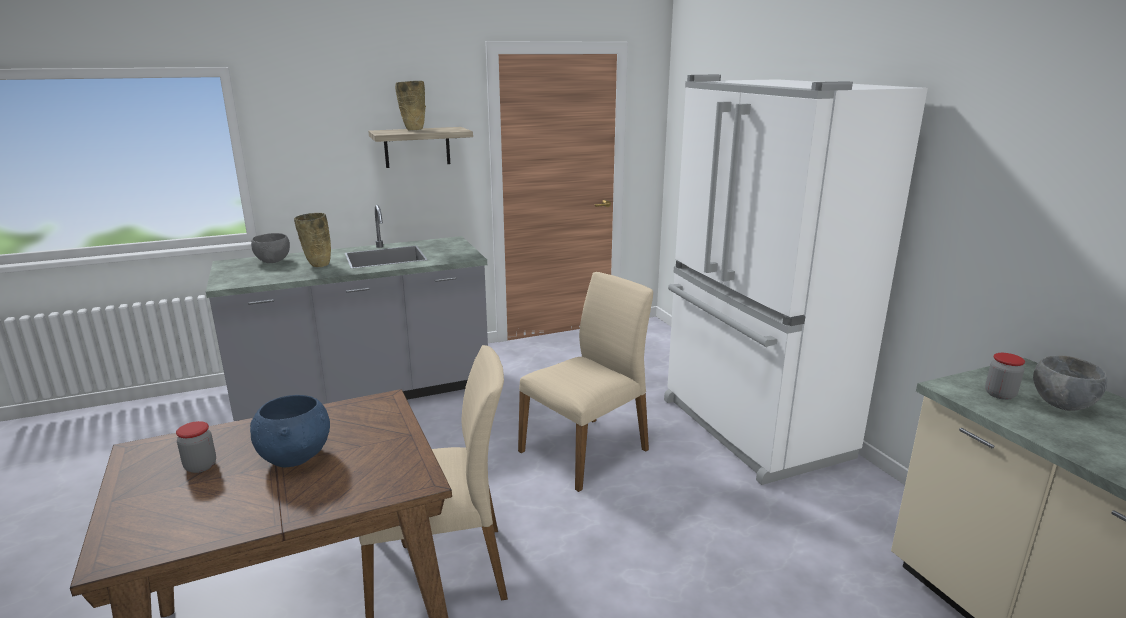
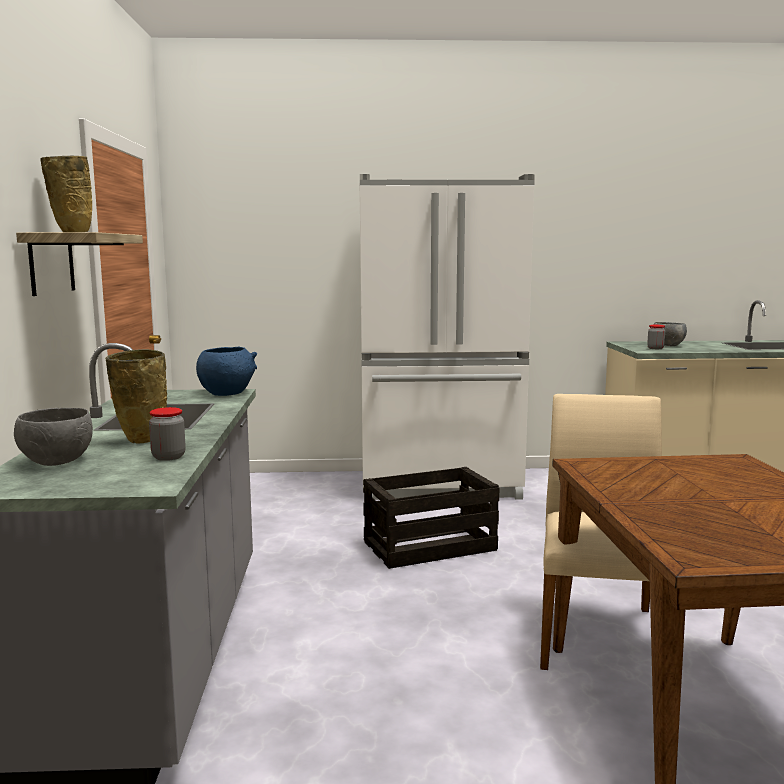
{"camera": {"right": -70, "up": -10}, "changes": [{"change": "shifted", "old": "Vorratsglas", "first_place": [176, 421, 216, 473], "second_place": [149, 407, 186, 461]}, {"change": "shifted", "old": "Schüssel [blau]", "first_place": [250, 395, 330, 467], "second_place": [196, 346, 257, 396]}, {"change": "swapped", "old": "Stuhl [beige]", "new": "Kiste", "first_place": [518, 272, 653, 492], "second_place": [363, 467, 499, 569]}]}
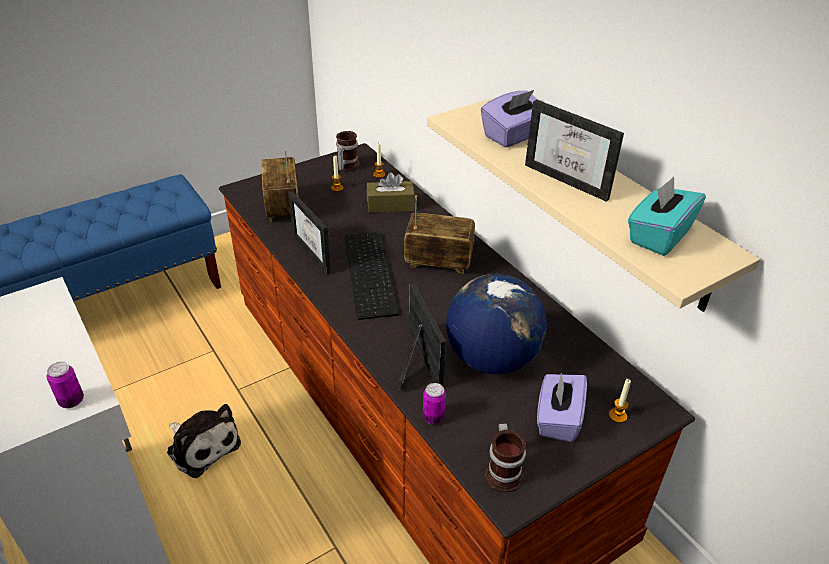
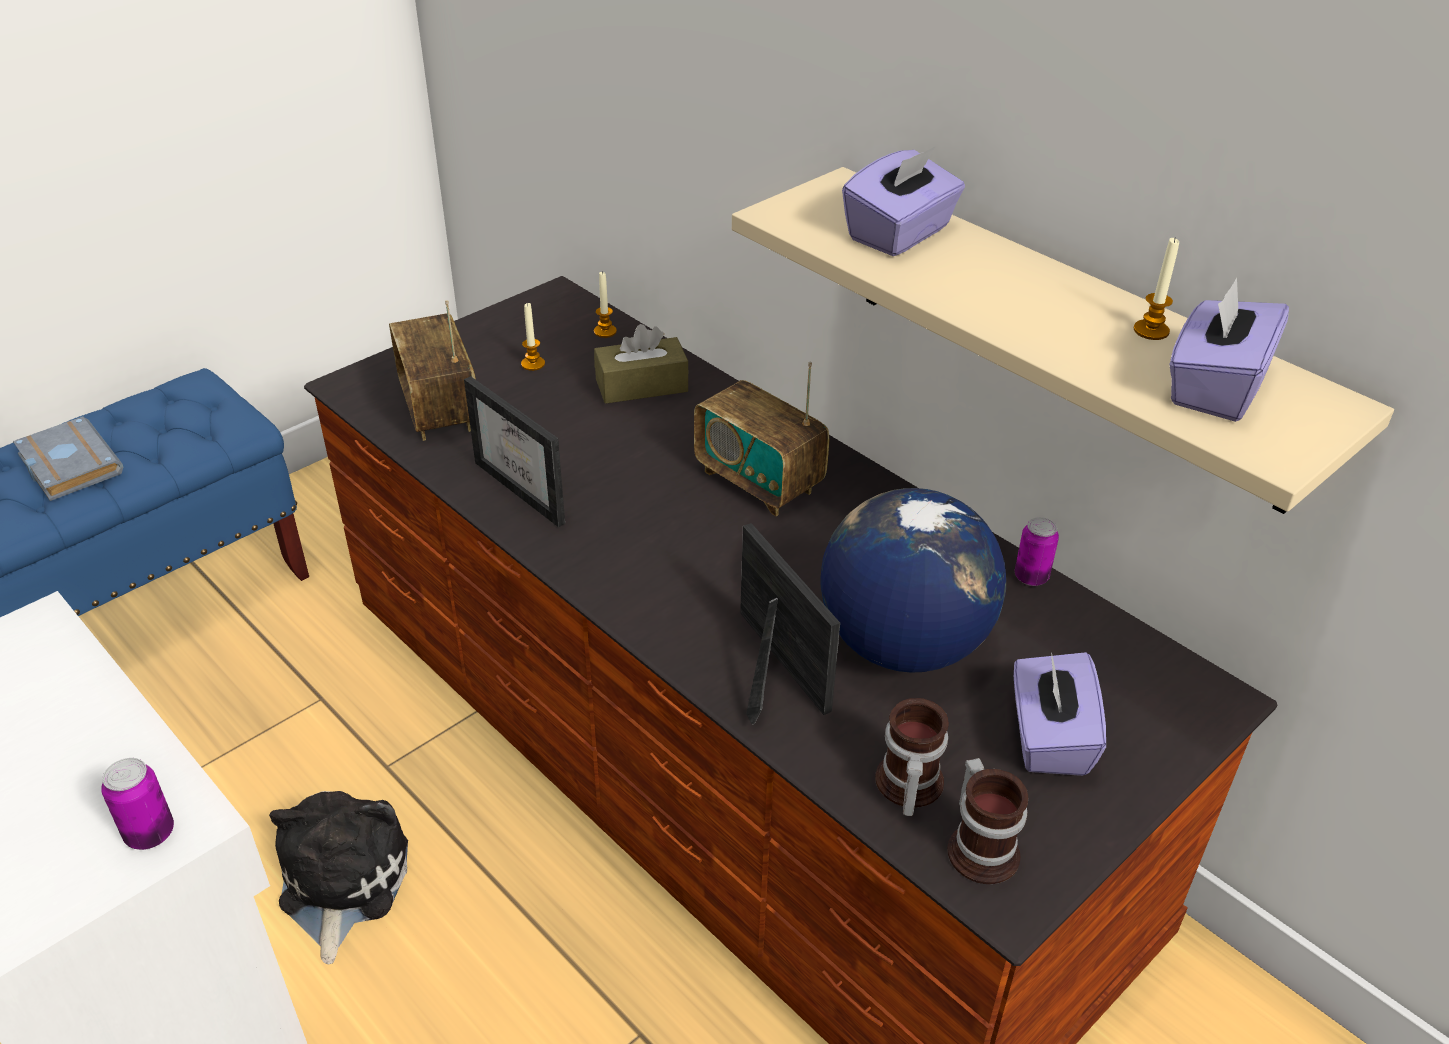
{"camera": {"right": -10, "up": 0}, "changes": [{"change": "new", "new": "Buch [grau]", "second_place": [13, 416, 123, 501]}, {"change": "rotated", "old": "Plüschtier", "first_place": [167, 404, 241, 478], "second_place": [269, 791, 408, 965], "degrees": -120}, {"change": "rotated", "old": "Radio", "first_place": [404, 195, 475, 274], "second_place": [694, 362, 829, 516], "degrees": -135}, {"change": "shifted", "old": "Henkelbecher", "first_place": [336, 131, 360, 171], "second_place": [875, 698, 949, 816]}, {"change": "shifted", "old": "Dose", "first_place": [423, 383, 446, 424], "second_place": [1015, 517, 1059, 586]}, {"change": "shifted", "old": "Kerze", "first_place": [609, 379, 631, 423], "second_place": [1134, 237, 1179, 340]}, {"change": "repainted", "old": "Taschentuchbox [türkis]", "new": "Taschentuchbox [lila]", "first_place": [628, 176, 706, 256], "second_place": [1169, 278, 1289, 422]}, {"change": "gone", "old": "Tastatur", "first_place": [345, 231, 399, 320]}, {"change": "gone", "old": "Bilderrahmen", "first_place": [525, 100, 624, 202]}]}
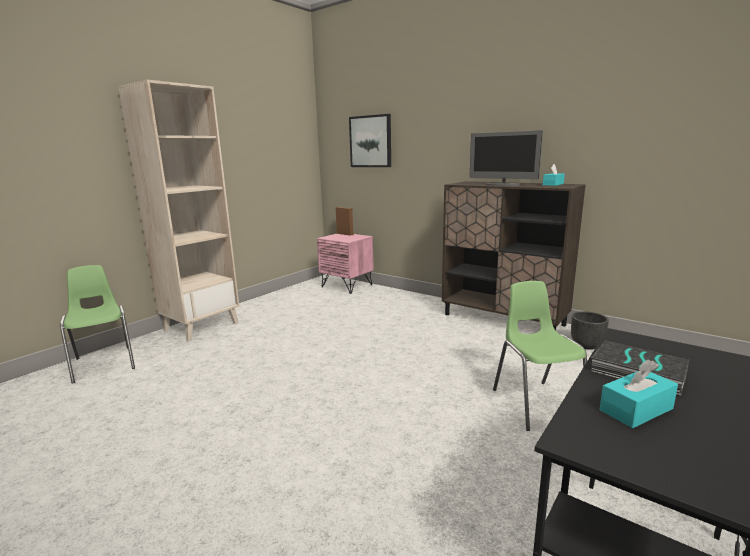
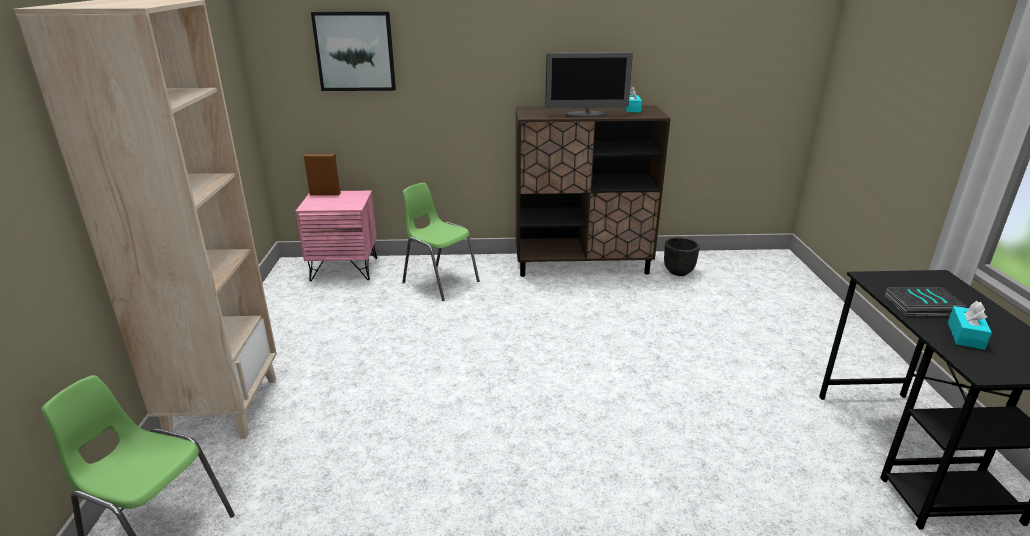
{"camera": {"right": -40, "up": 10}, "changes": [{"change": "shifted", "old": "Stuhl [grün]", "first_place": [493, 281, 587, 431], "second_place": [402, 183, 480, 301]}]}
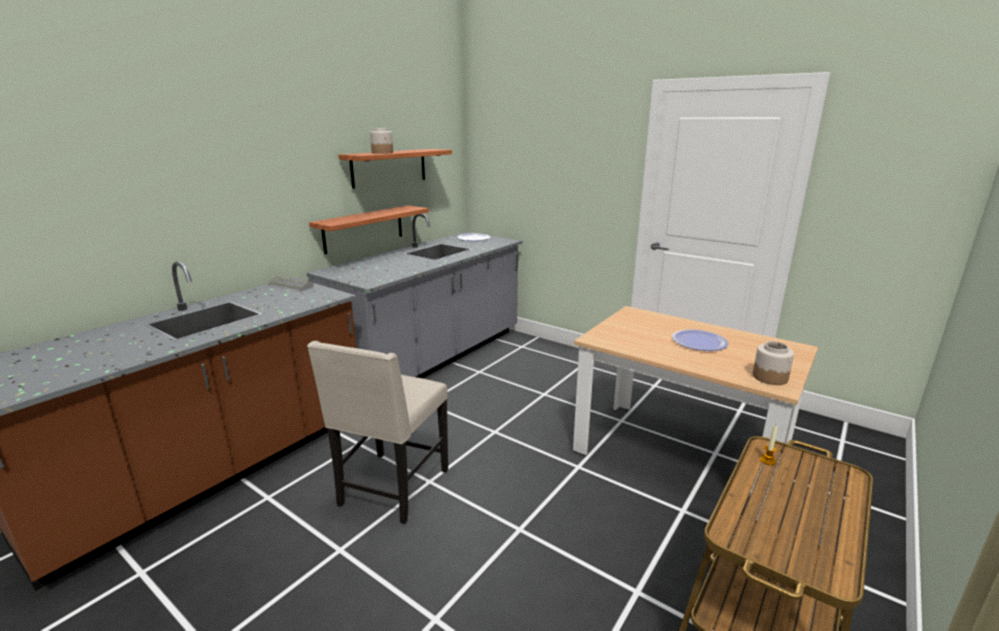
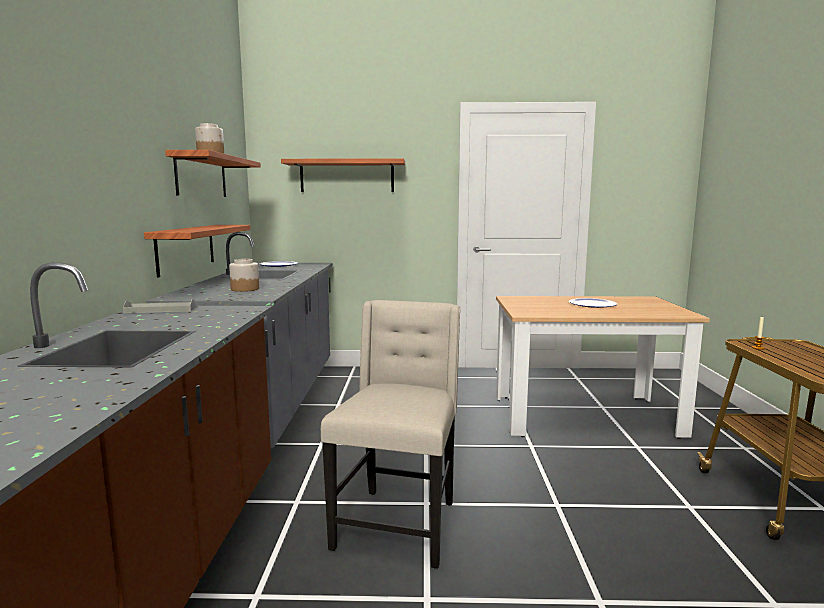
{"camera": {"right": -35, "up": -10}, "changes": [{"change": "shifted", "old": "Vorratsglas", "first_place": [753, 341, 794, 385], "second_place": [229, 259, 259, 292]}, {"change": "new", "new": "Wandregal", "second_place": [281, 158, 405, 192]}, {"change": "rotated", "old": "Stuhl [beige]", "first_place": [307, 341, 448, 524], "second_place": [321, 300, 461, 569], "degrees": -150}]}
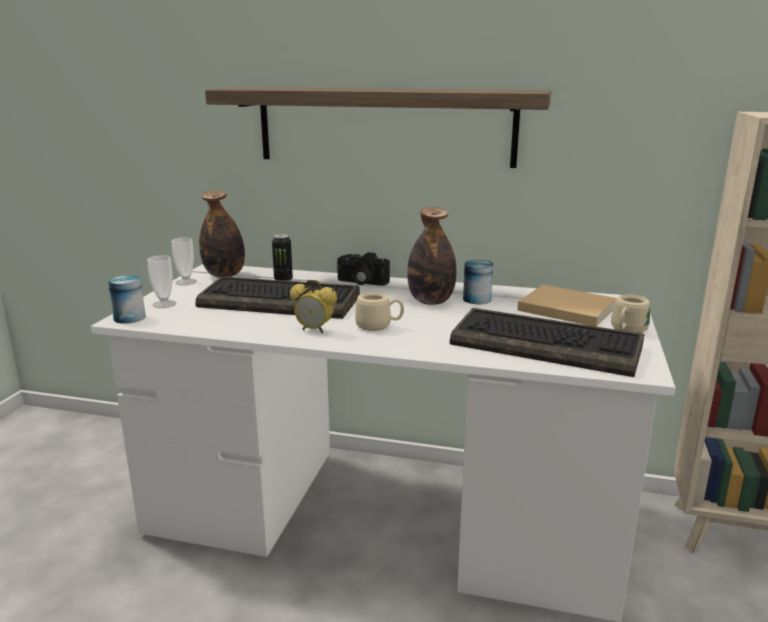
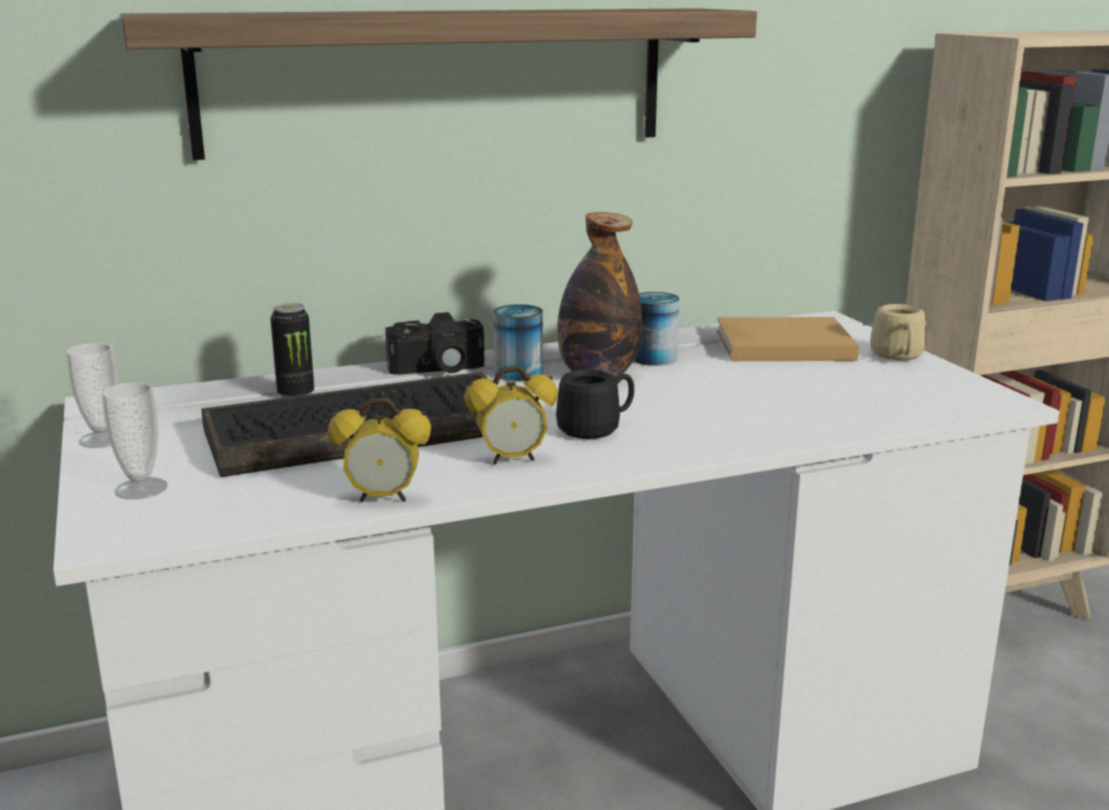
{"camera": {"right": -35, "up": 0}, "changes": [{"change": "new", "new": "Wecker", "second_place": [328, 398, 431, 502]}, {"change": "shifted", "old": "Dose", "first_place": [108, 275, 146, 324], "second_place": [493, 304, 543, 382]}, {"change": "repainted", "old": "Henkelbecher [beige]", "new": "Henkelbecher [schwarz]", "first_place": [355, 292, 404, 331], "second_place": [556, 369, 634, 439]}, {"change": "gone", "old": "Flasche", "first_place": [199, 190, 245, 278]}, {"change": "gone", "old": "Tastatur", "first_place": [450, 308, 644, 377]}]}
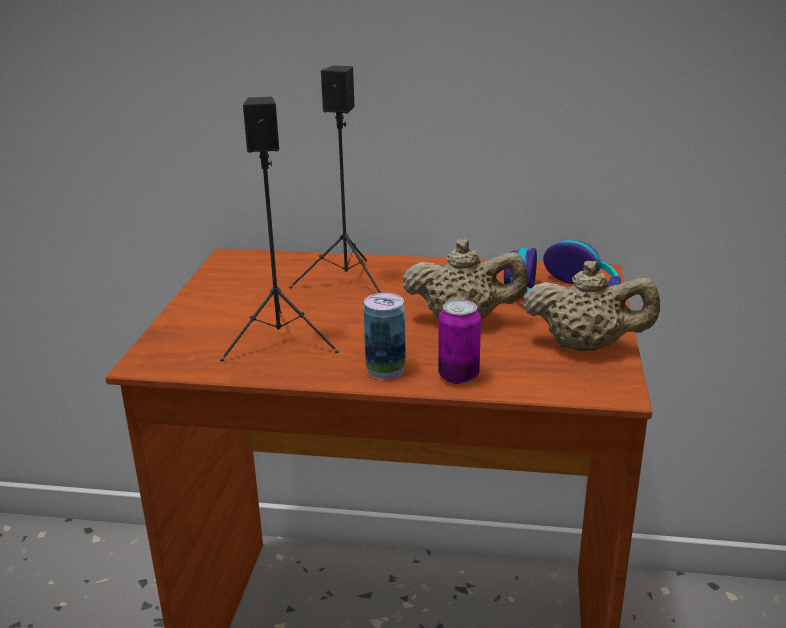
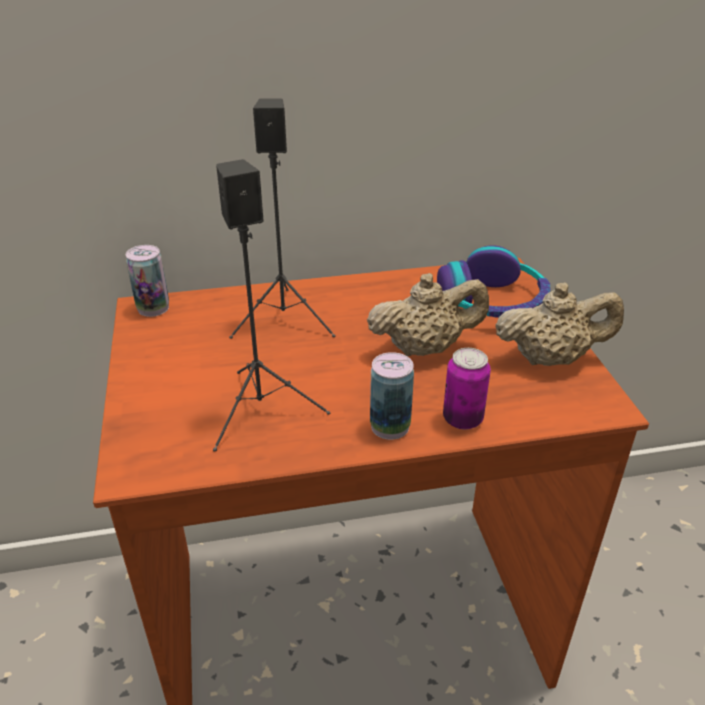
{"camera": {"right": -20, "up": 10}, "changes": [{"change": "new", "new": "Dose", "second_place": [126, 245, 169, 317]}]}
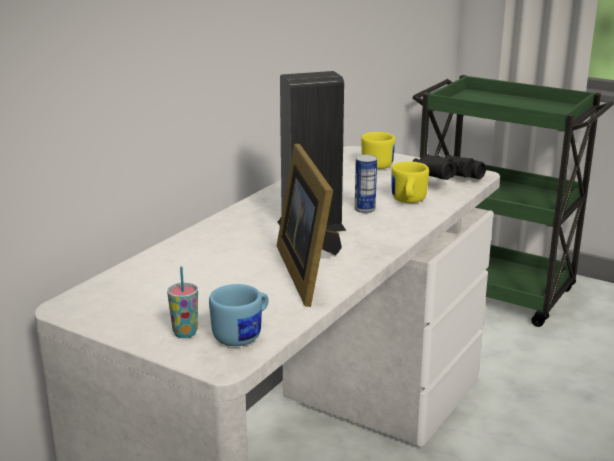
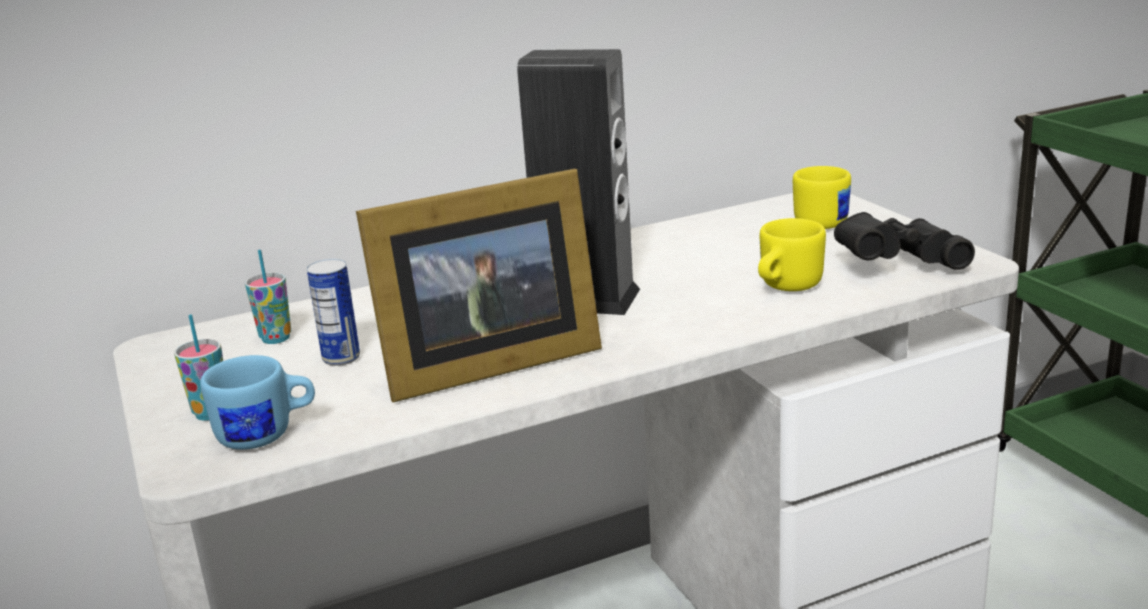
{"camera": {"right": 35, "up": 0}, "changes": [{"change": "new", "new": "Tasse", "second_place": [245, 250, 291, 344]}, {"change": "shifted", "old": "Dose", "first_place": [355, 155, 377, 213], "second_place": [307, 259, 360, 366]}, {"change": "rotated", "old": "Bilderrahmen", "first_place": [277, 144, 342, 307], "second_place": [356, 169, 602, 403], "degrees": -135}]}
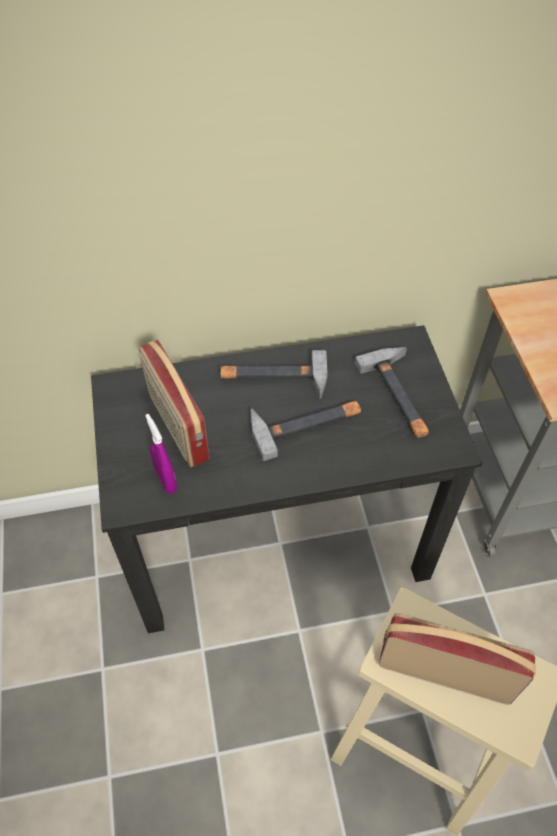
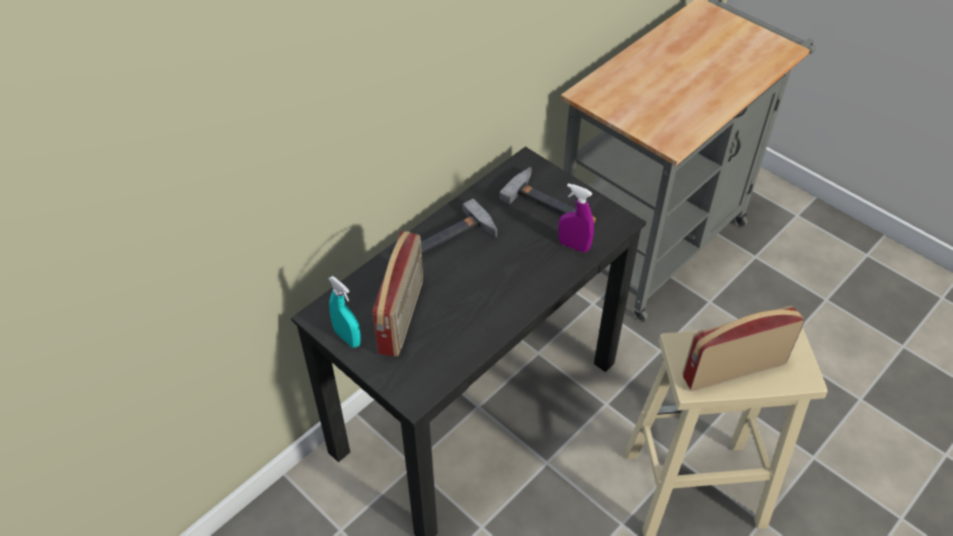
{"camera": {"right": -35, "up": -5}, "changes": [{"change": "new", "new": "Sprühflasche [türkis]", "second_place": [328, 276, 361, 348]}, {"change": "rotated", "old": "Radio", "first_place": [139, 340, 210, 467], "second_place": [373, 231, 423, 357], "degrees": -105}, {"change": "shifted", "old": "Sprühflasche [lila]", "first_place": [145, 414, 177, 494], "second_place": [558, 183, 594, 253]}, {"change": "gone", "old": "Hammer", "first_place": [251, 401, 361, 461]}]}
